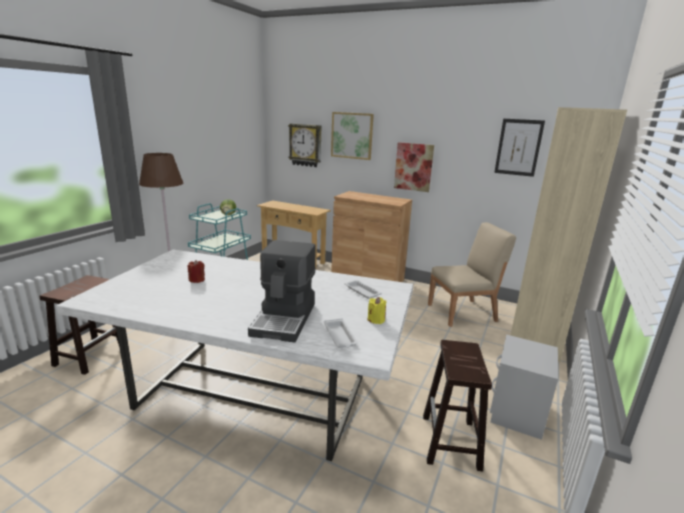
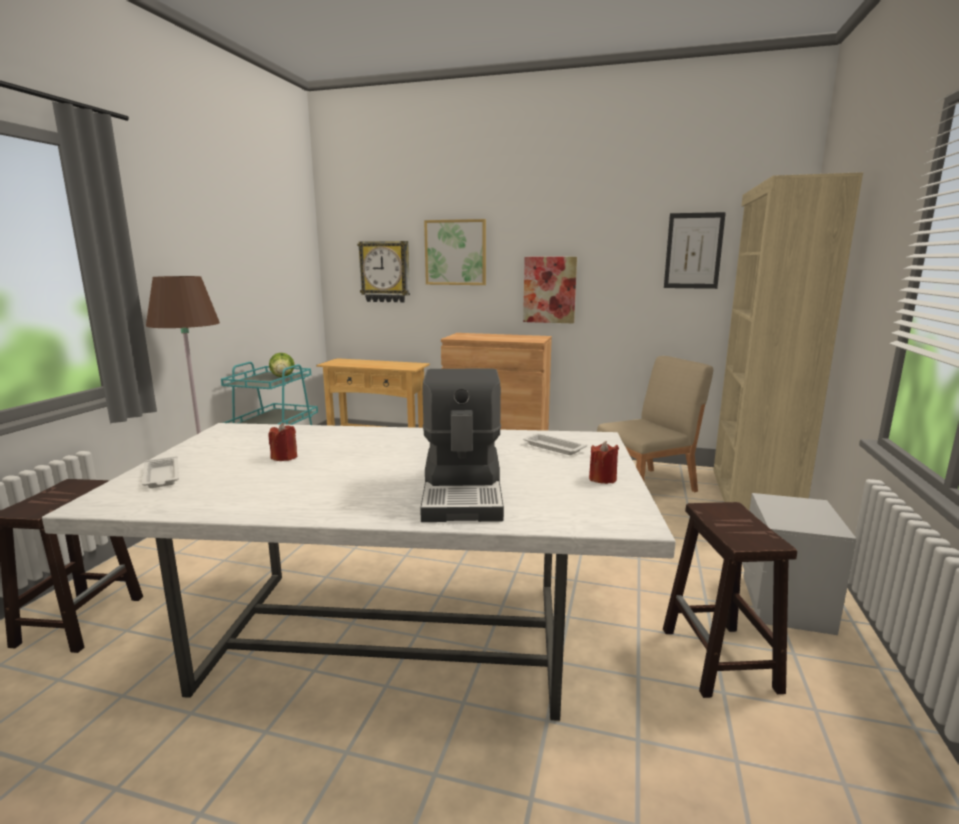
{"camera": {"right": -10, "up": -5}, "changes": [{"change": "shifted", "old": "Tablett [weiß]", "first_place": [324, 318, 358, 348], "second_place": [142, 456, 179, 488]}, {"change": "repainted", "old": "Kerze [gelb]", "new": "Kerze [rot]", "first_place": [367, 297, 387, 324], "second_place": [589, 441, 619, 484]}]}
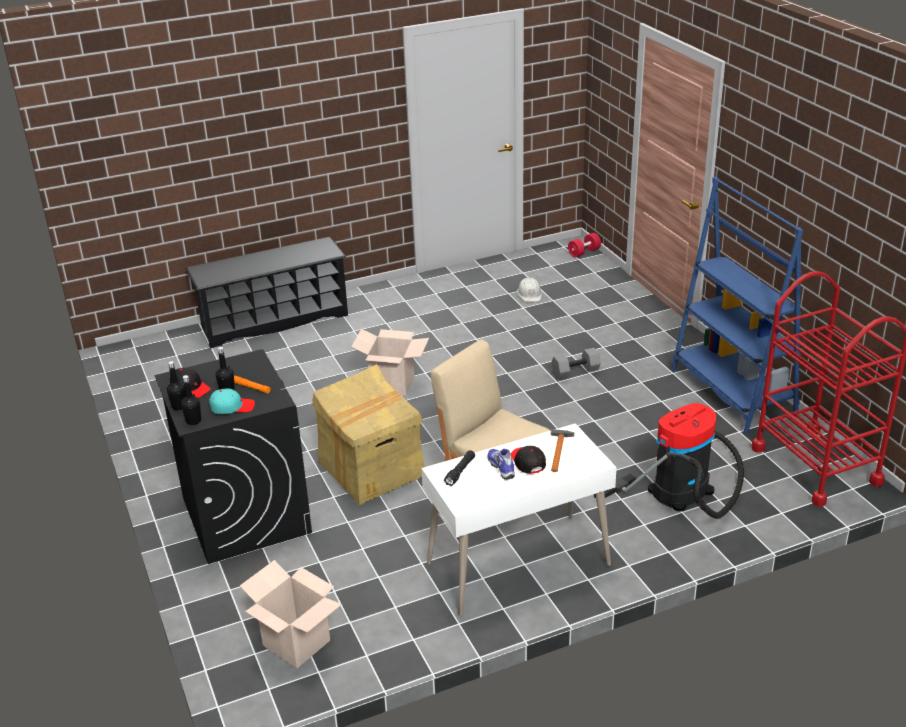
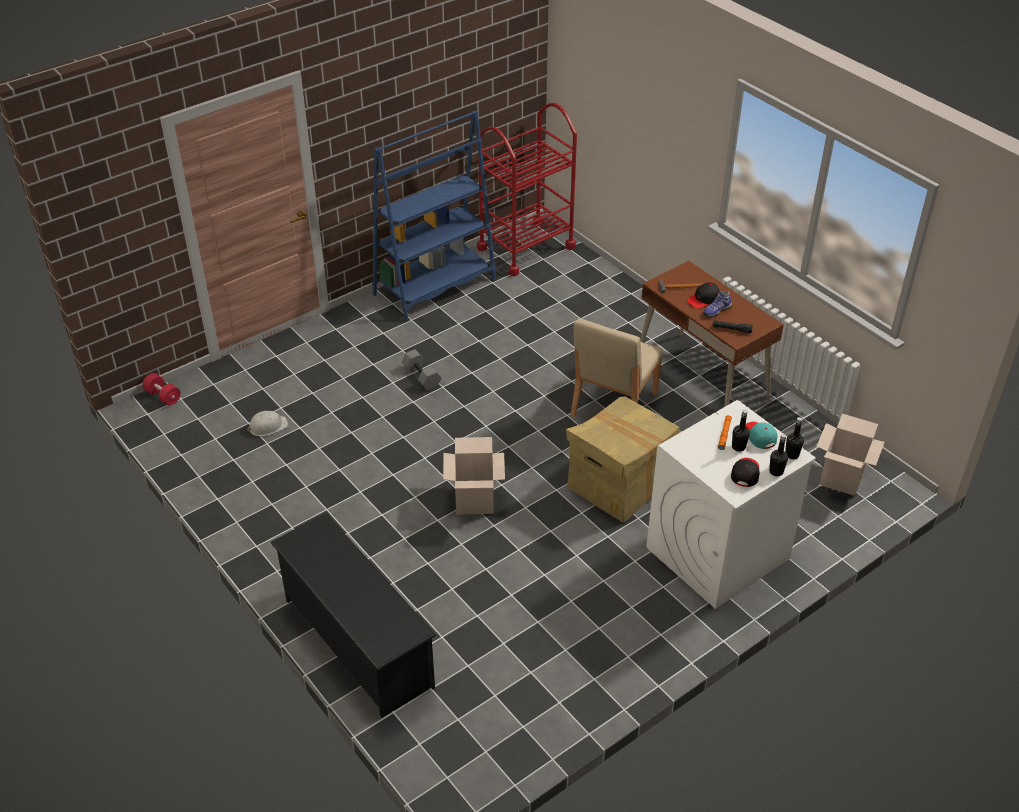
{"camera": {"right": -105, "up": 10}, "changes": [{"change": "repainted", "old": "Schreibtisch [weiß]", "new": "Schreibtisch [braun]", "first_place": [421, 423, 617, 617], "second_place": [640, 261, 784, 407]}, {"change": "repainted", "old": "Waschmaschine [schwarz]", "new": "Waschmaschine [weiß]", "first_place": [155, 349, 312, 564], "second_place": [646, 400, 816, 609]}, {"change": "gone", "old": "Staubsauger", "first_place": [594, 403, 744, 519]}]}
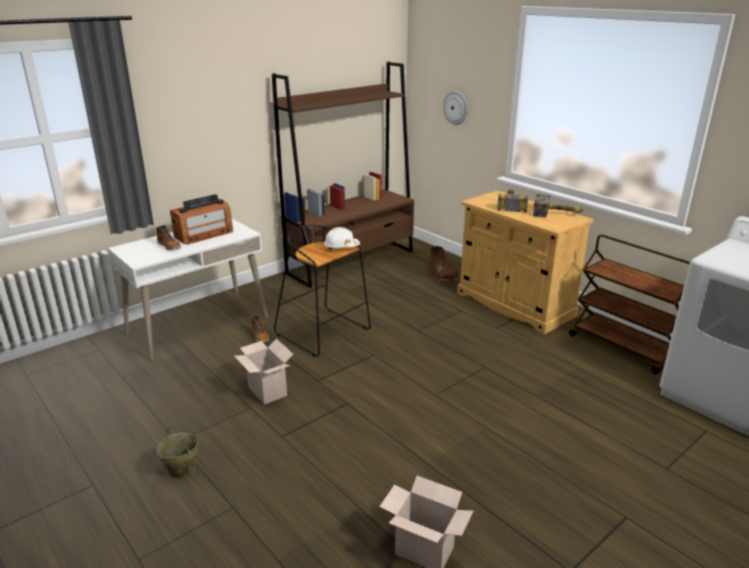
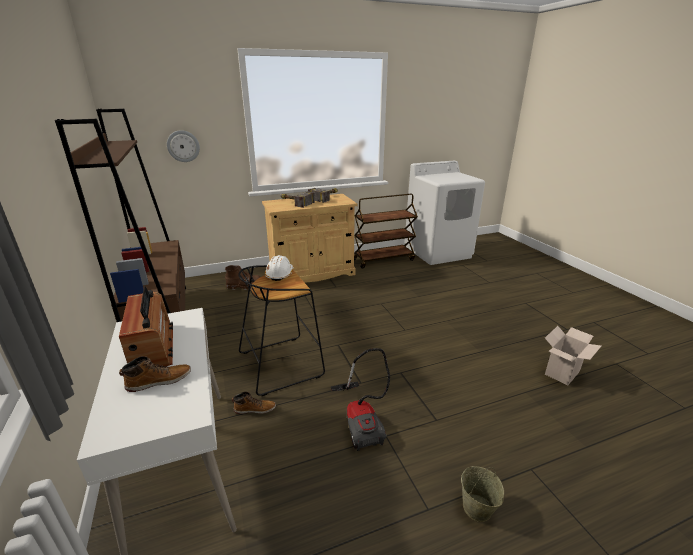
{"camera": {"right": -70, "up": 0}, "changes": [{"change": "swapped", "old": "Karton", "new": "Staubsauger", "first_place": [234, 339, 293, 405], "second_place": [331, 348, 390, 451]}]}
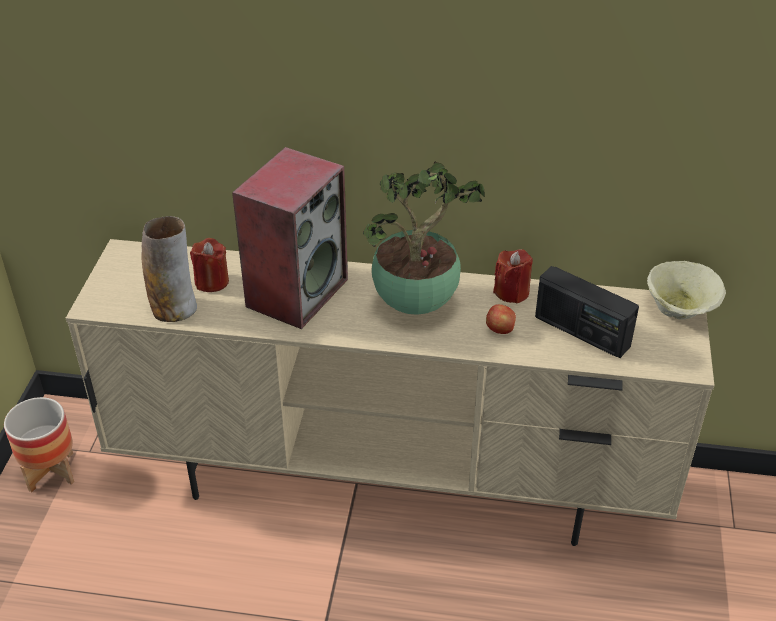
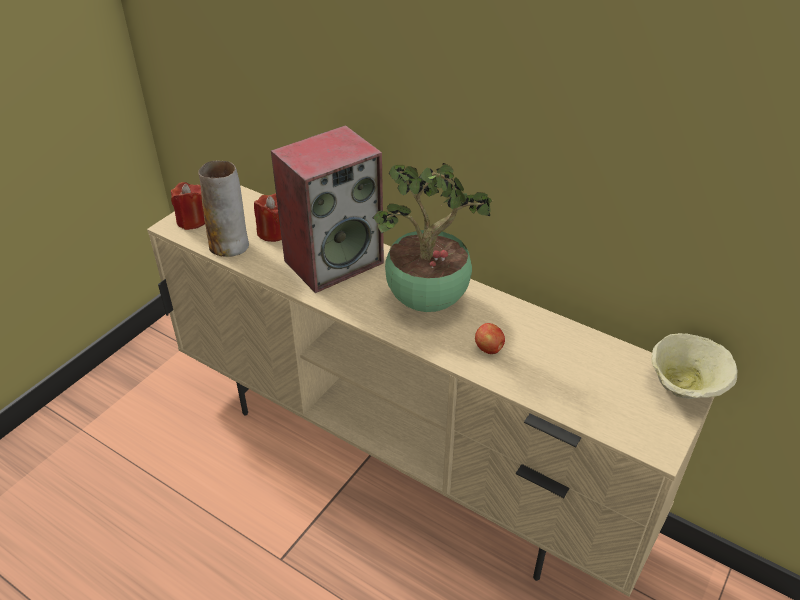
{"camera": {"right": 25, "up": 0}, "changes": [{"change": "shifted", "old": "Kerze [rot]", "first_place": [493, 249, 533, 303], "second_place": [171, 182, 205, 230]}, {"change": "gone", "old": "Pflanzkübel", "first_place": [4, 397, 74, 492]}, {"change": "gone", "old": "Radio", "first_place": [535, 266, 639, 358]}]}
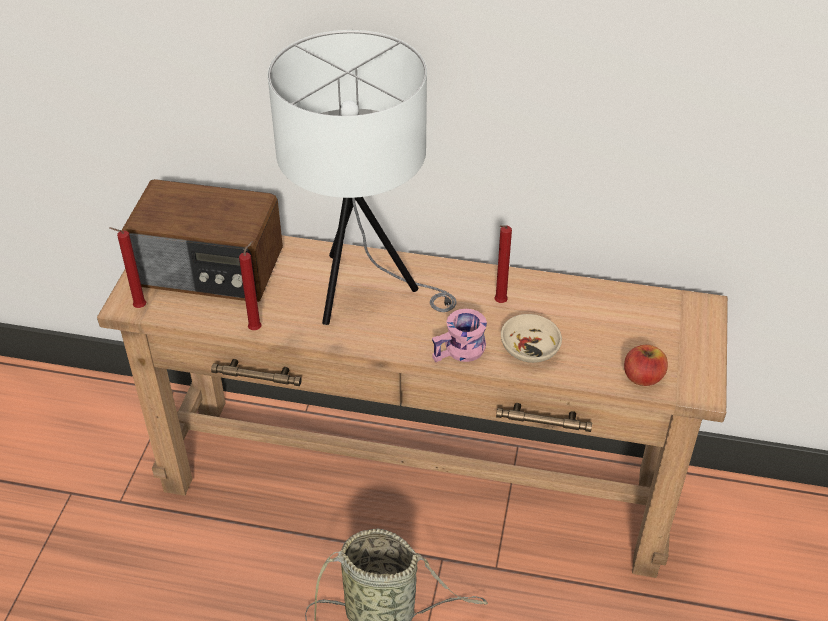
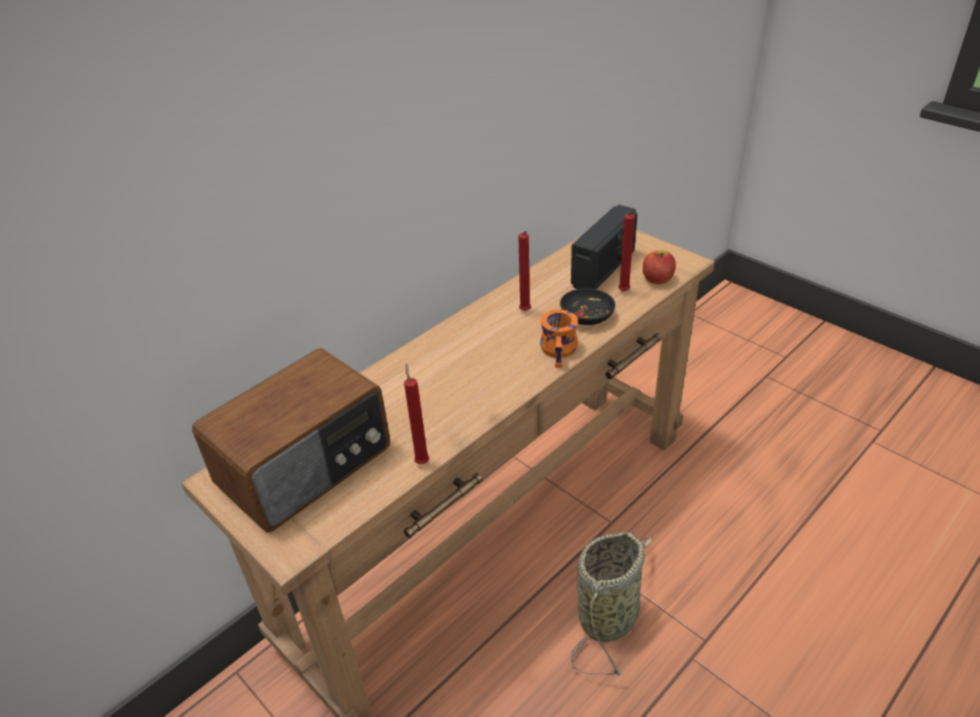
{"camera": {"right": -55, "up": -5}, "changes": [{"change": "repainted", "old": "Henkelbecher [rosa]", "new": "Henkelbecher [orange]", "first_place": [432, 309, 487, 362], "second_place": [540, 309, 578, 368]}, {"change": "repainted", "old": "Schüssel [beige]", "new": "Schüssel [schwarz]", "first_place": [501, 314, 562, 363], "second_place": [560, 288, 615, 325]}, {"change": "new", "new": "Radio", "second_place": [571, 205, 638, 289]}, {"change": "shifted", "old": "Kerze [rot]", "first_place": [109, 227, 146, 308], "second_place": [618, 212, 635, 291]}, {"change": "gone", "old": "Tischlampe [weiß]", "first_place": [268, 30, 457, 325]}]}
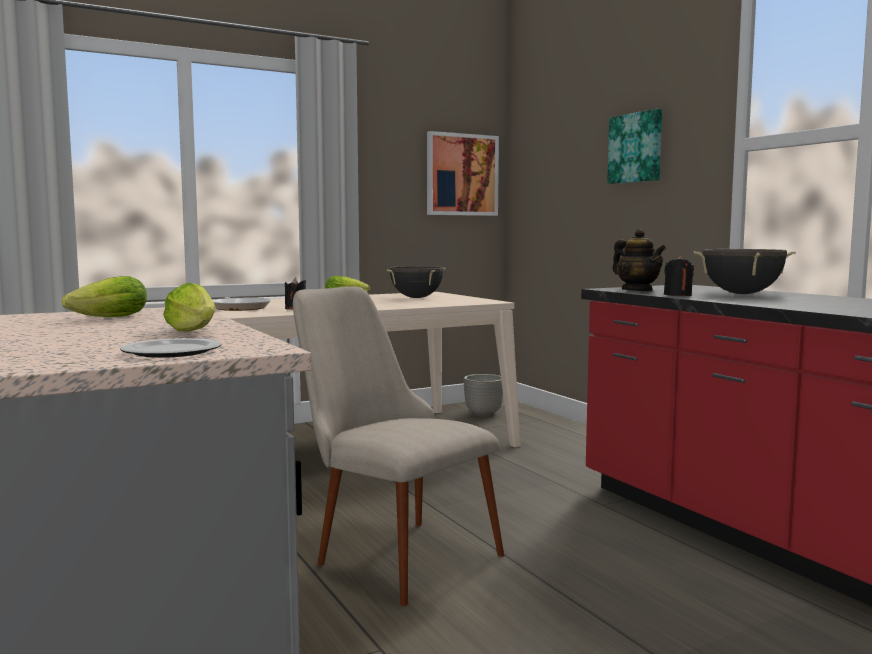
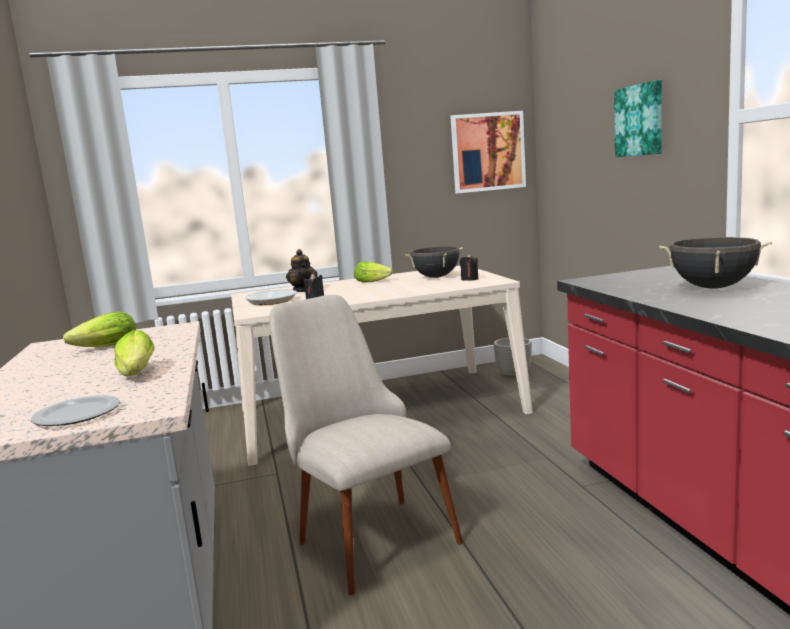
{"camera": {"right": 15, "up": 5}, "changes": [{"change": "shifted", "old": "Teekanne", "first_place": [612, 229, 666, 292], "second_place": [286, 249, 317, 292]}, {"change": "shifted", "old": "Kerze [schwarz]", "first_place": [664, 255, 694, 296], "second_place": [460, 254, 478, 281]}]}
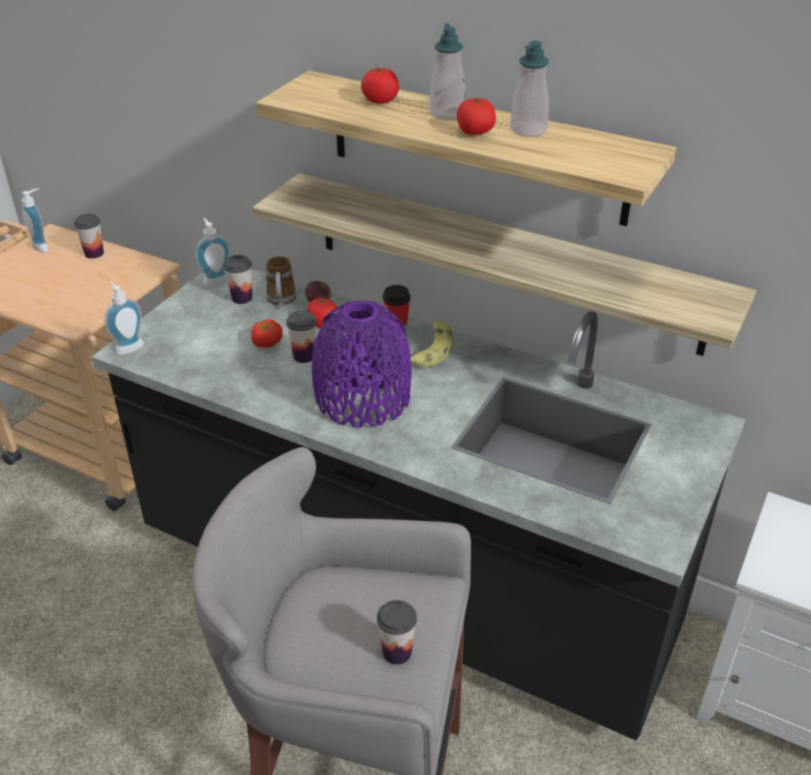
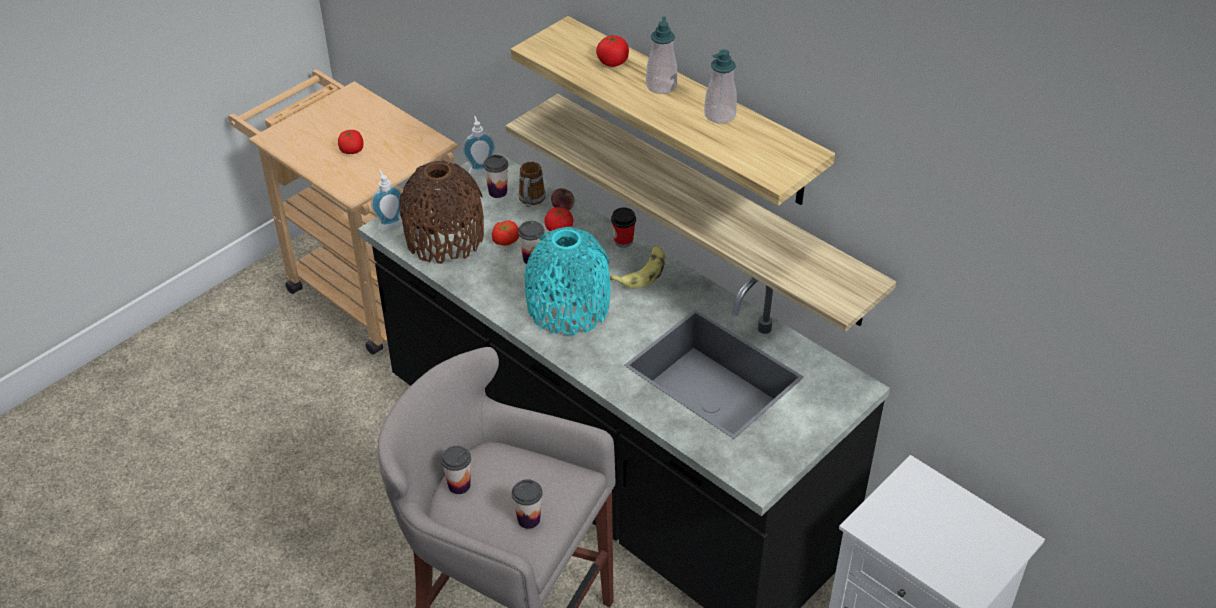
{"camera": {"right": 15, "up": 5}, "changes": [{"change": "shifted", "old": "Tomate", "first_place": [457, 98, 496, 135], "second_place": [338, 130, 363, 154]}, {"change": "new", "new": "Vase [braun]", "second_place": [399, 161, 484, 264]}, {"change": "shifted", "old": "Tasse", "first_place": [74, 214, 104, 259], "second_place": [441, 446, 471, 494]}, {"change": "repainted", "old": "Vase [lila]", "new": "Vase [türkis]", "first_place": [312, 300, 412, 428], "second_place": [524, 227, 611, 335]}, {"change": "gone", "old": "Seifenspender", "first_place": [22, 188, 49, 252]}]}
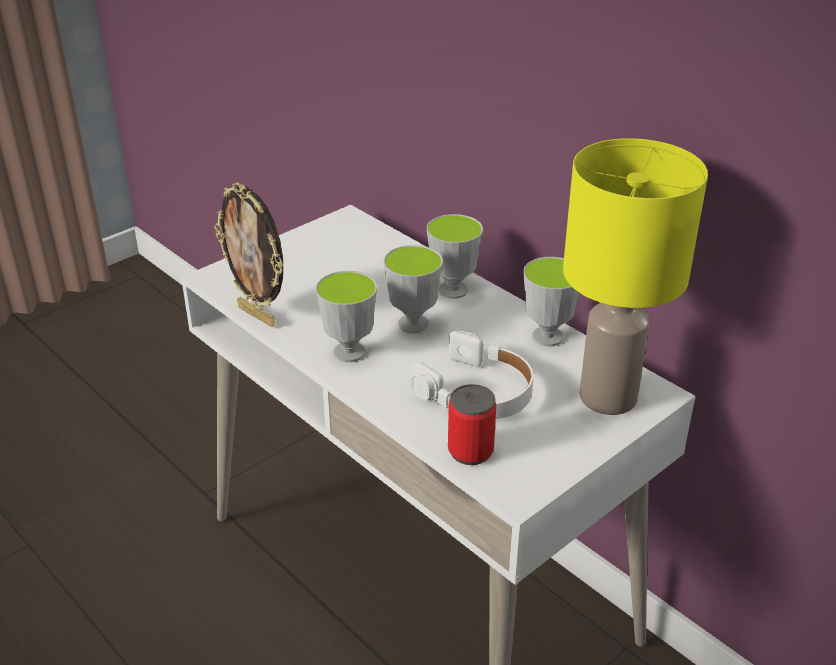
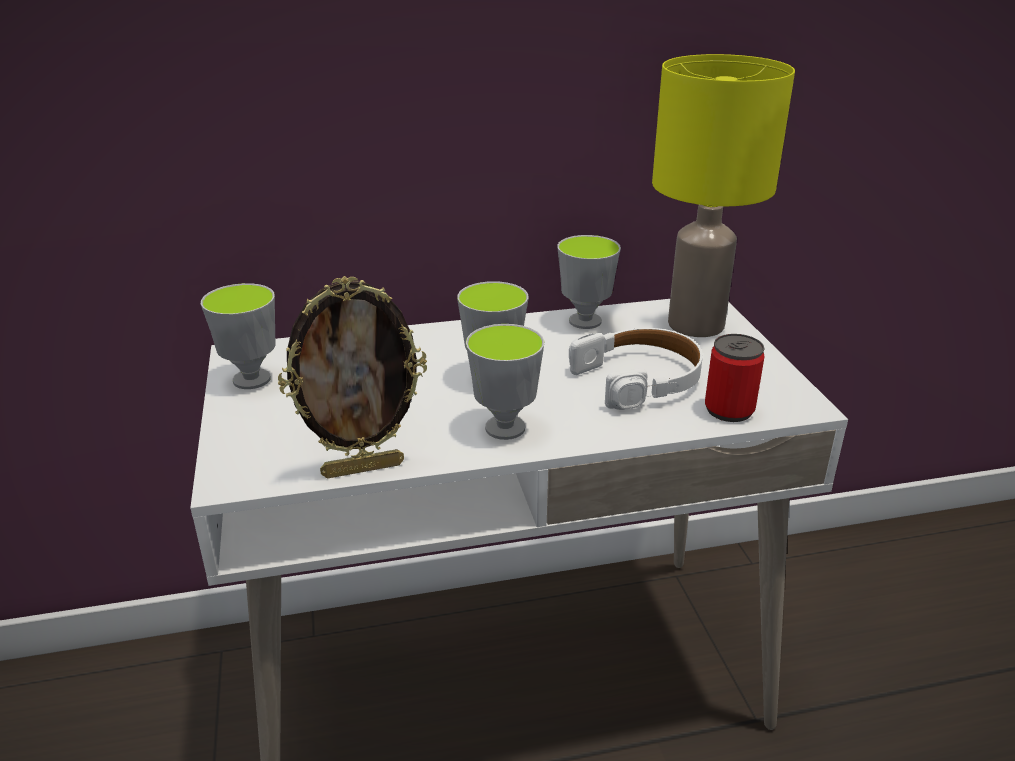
{"camera": {"right": -60, "up": -5}, "changes": [{"change": "shifted", "old": "Tasse", "first_place": [427, 214, 483, 299], "second_place": [201, 283, 276, 389]}]}
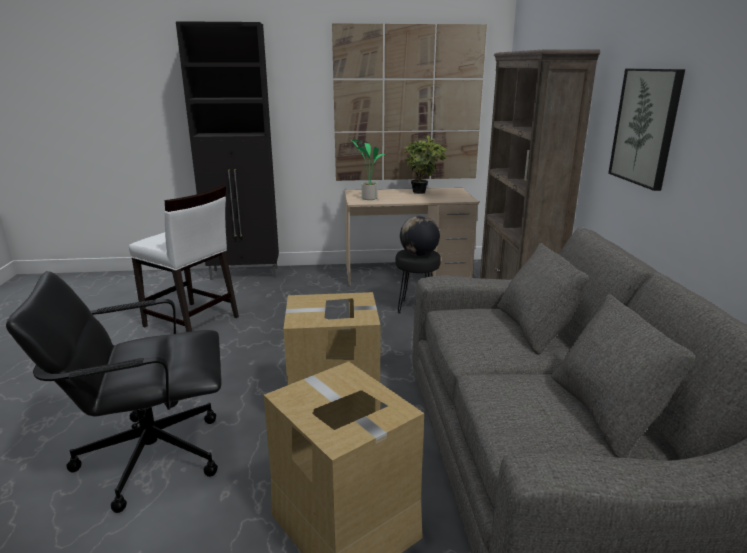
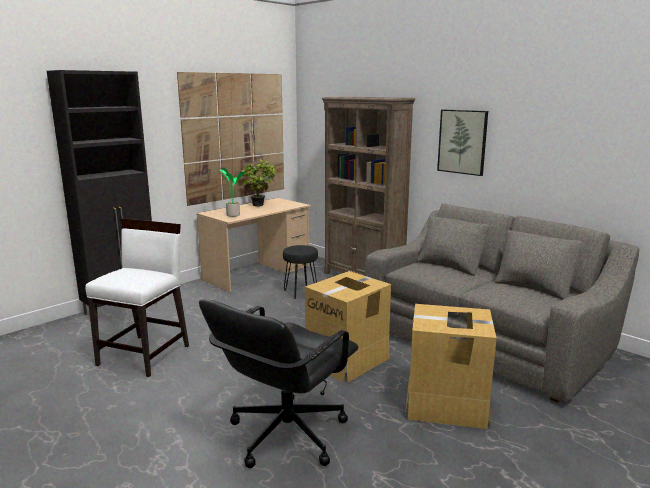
{"camera": {"right": -40, "up": -5}, "changes": [{"change": "rotated", "old": "Stuhl [weiß]", "first_place": [129, 186, 239, 332], "second_place": [85, 219, 189, 377], "degrees": -60}, {"change": "gone", "old": "Globus", "first_place": [400, 216, 440, 256]}]}
